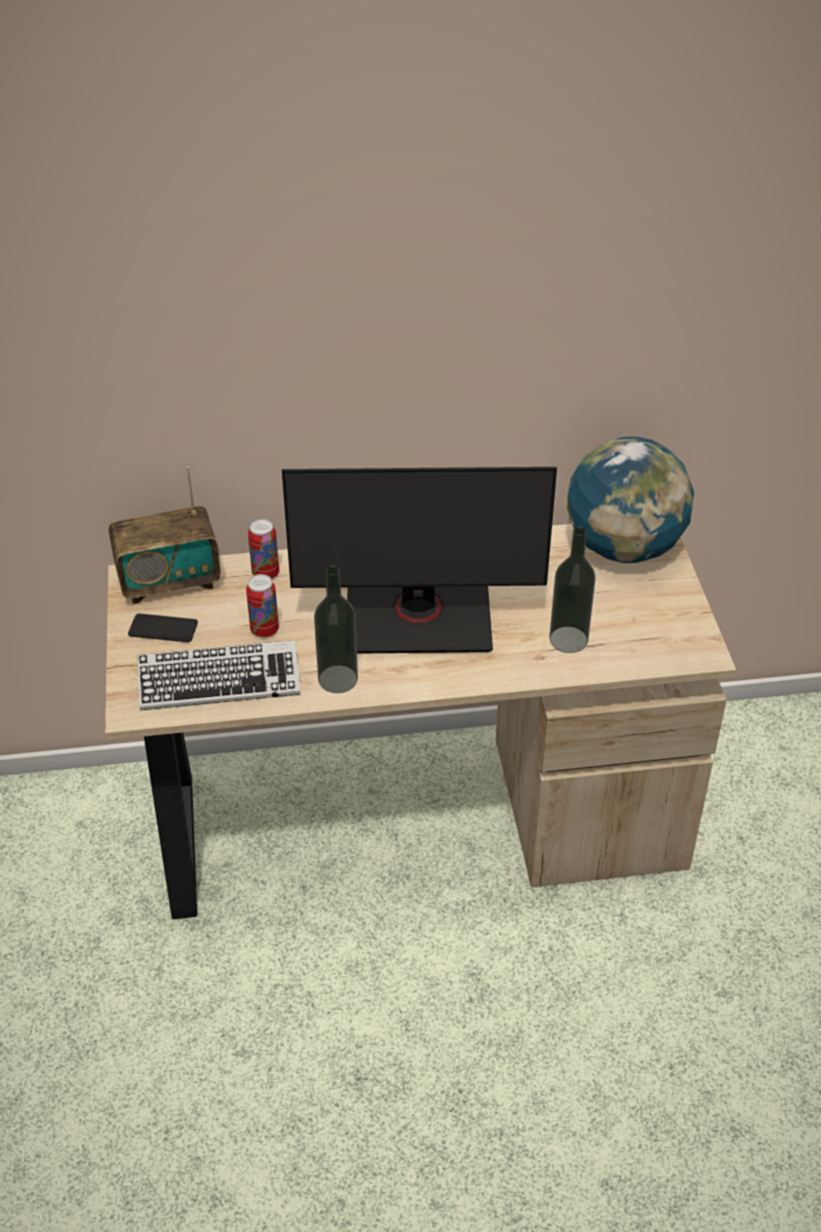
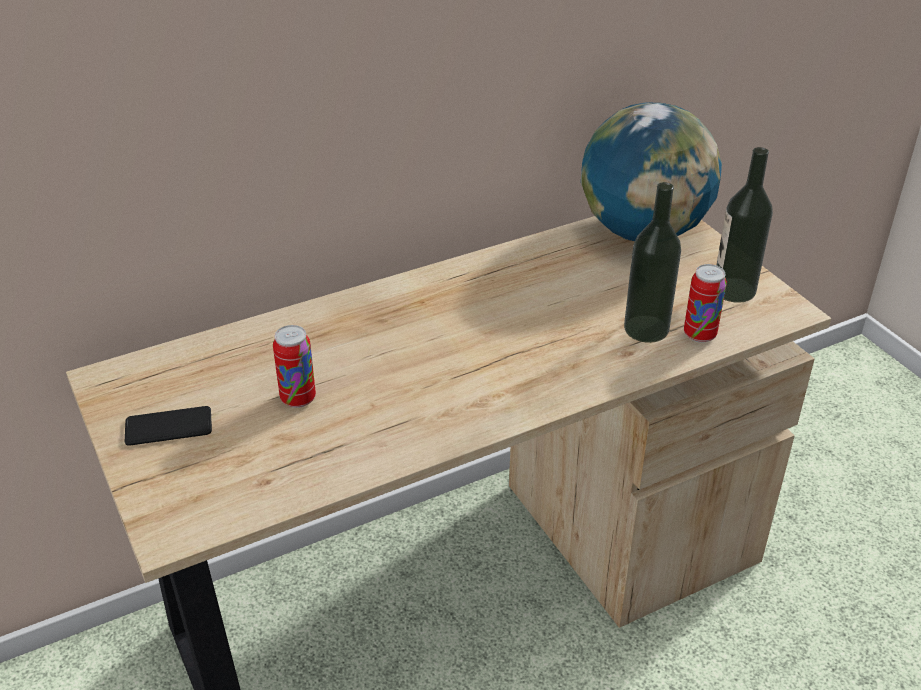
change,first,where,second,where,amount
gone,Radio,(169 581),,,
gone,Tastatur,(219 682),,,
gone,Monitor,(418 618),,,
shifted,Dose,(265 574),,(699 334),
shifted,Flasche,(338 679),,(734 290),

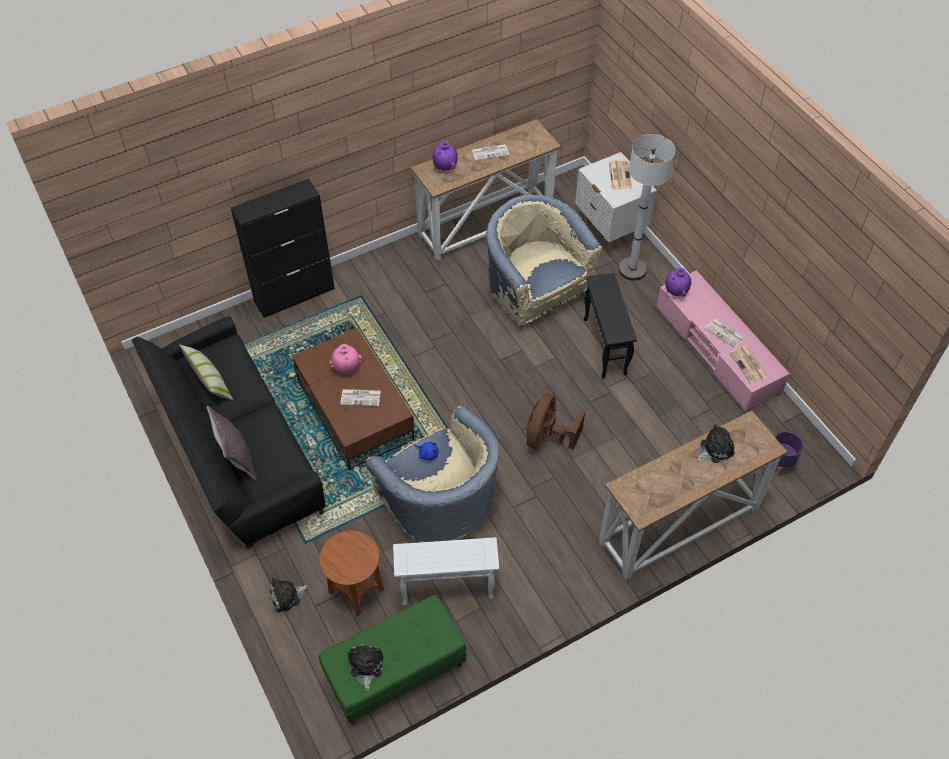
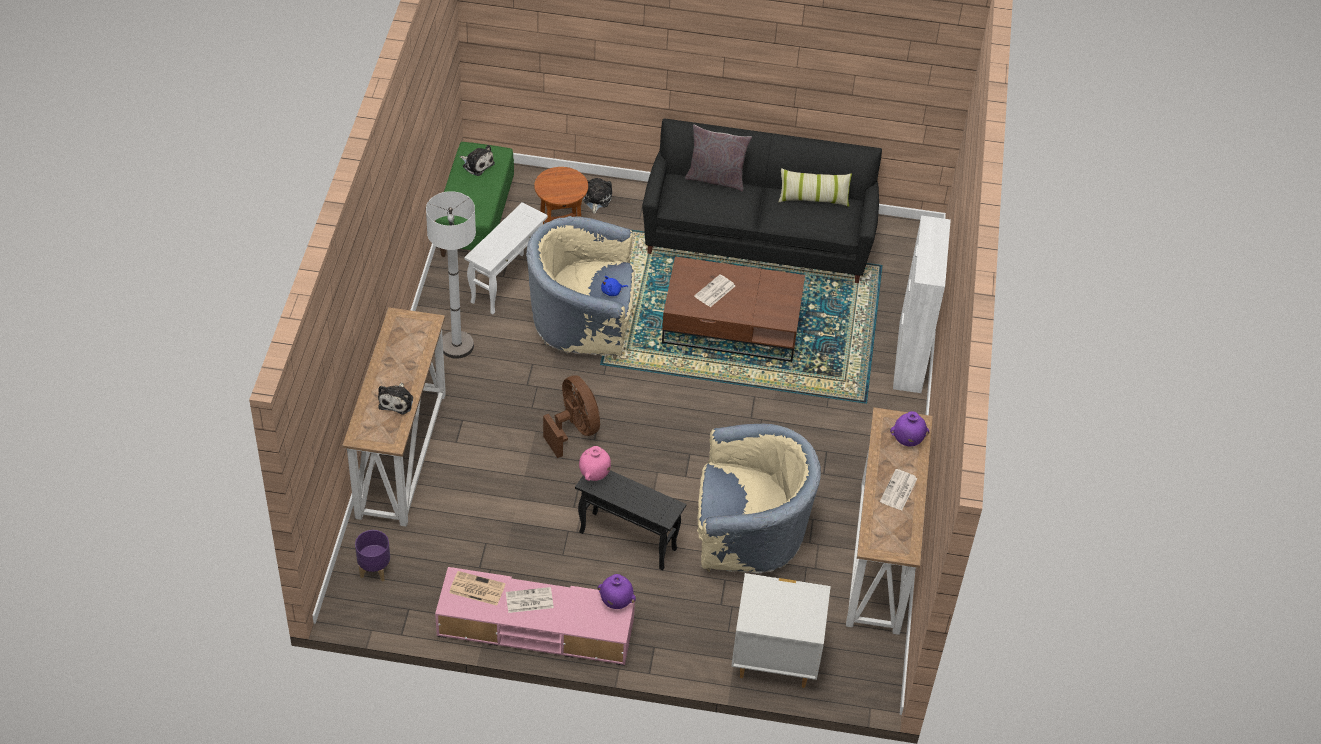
change,first,where,second,where,amount
gone,Zeitung,(619 175),,,
shifted,Vase/rosa,(347 368),,(594 475),
shifted,Stehlampe/weiß,(632 269),,(457 345),
repainted,Schrank/schwarz,(295 295),Schrank/weiß,(910 358),

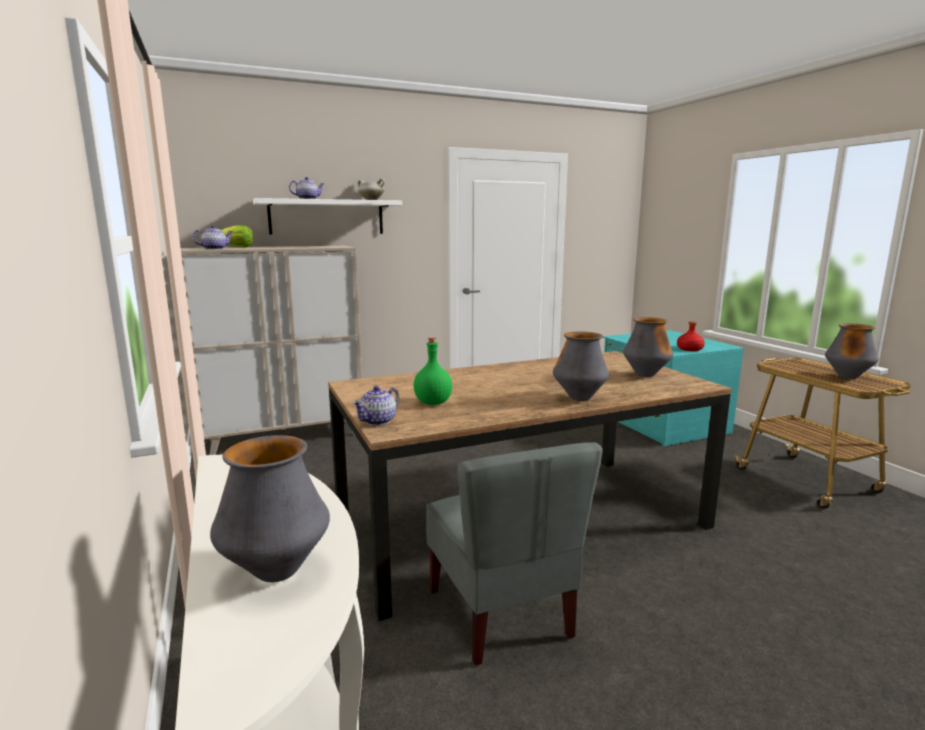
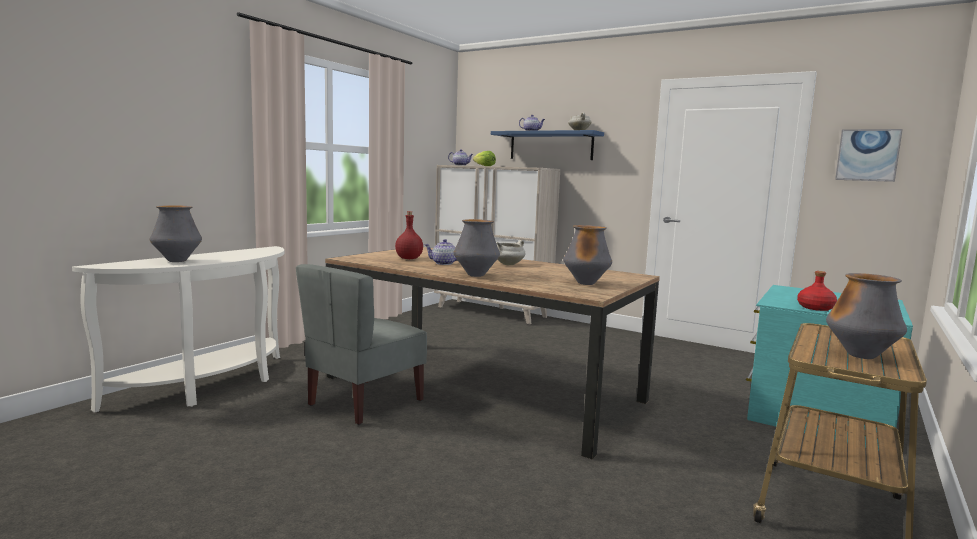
change,first,where,second,where,amount
new,,,Kochtopf/weiß,(508 264),
new,,,Bild,(867 155),
shifted,Teekanne,(378 421),,(444 263),
repainted,Wandregal/weiß,(327 217),Wandregal/blau,(551 146),
repainted,Flasche/grün,(432 403),Flasche/rot,(408 258),

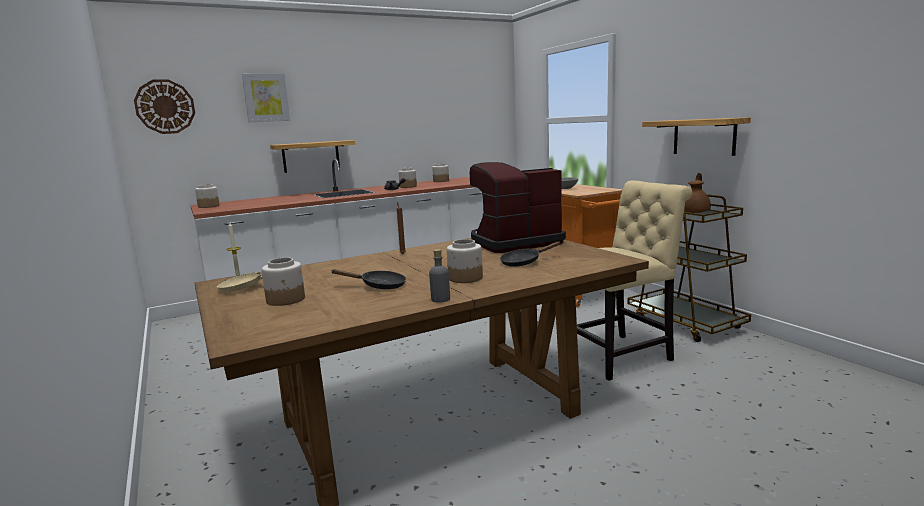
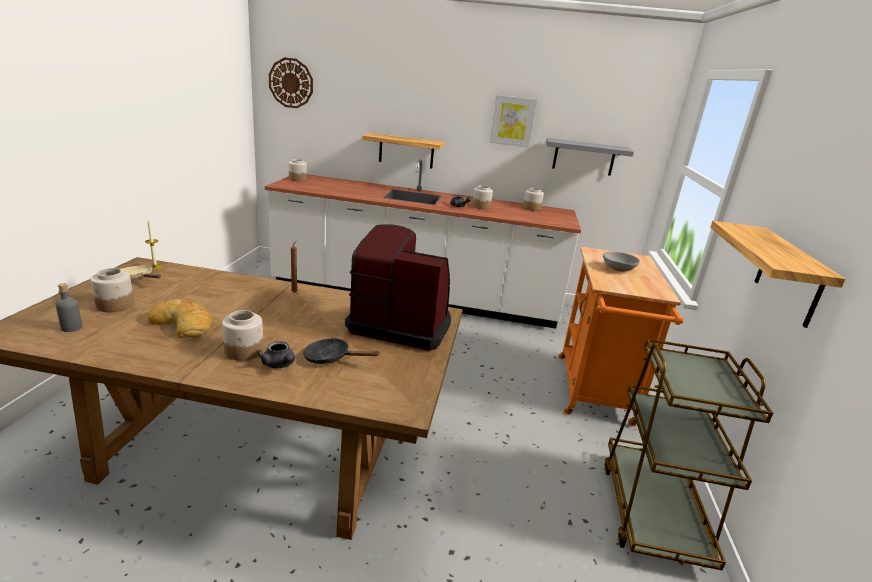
change,first,where,second,where,amount
gone,Stuhl/beige,(621 355),,,
gone,Teekanne/braun,(695 212),,,
new,,,Teekanne/grau,(280 365),
new,,,Wandregal/grau,(584 157),
shifted,Bild,(266 98),,(513 121),
shifted,Flasche/grau,(440 299),,(71 328),
swapped,Pfanne/schwarz,(379 286),Brot,(183 324),

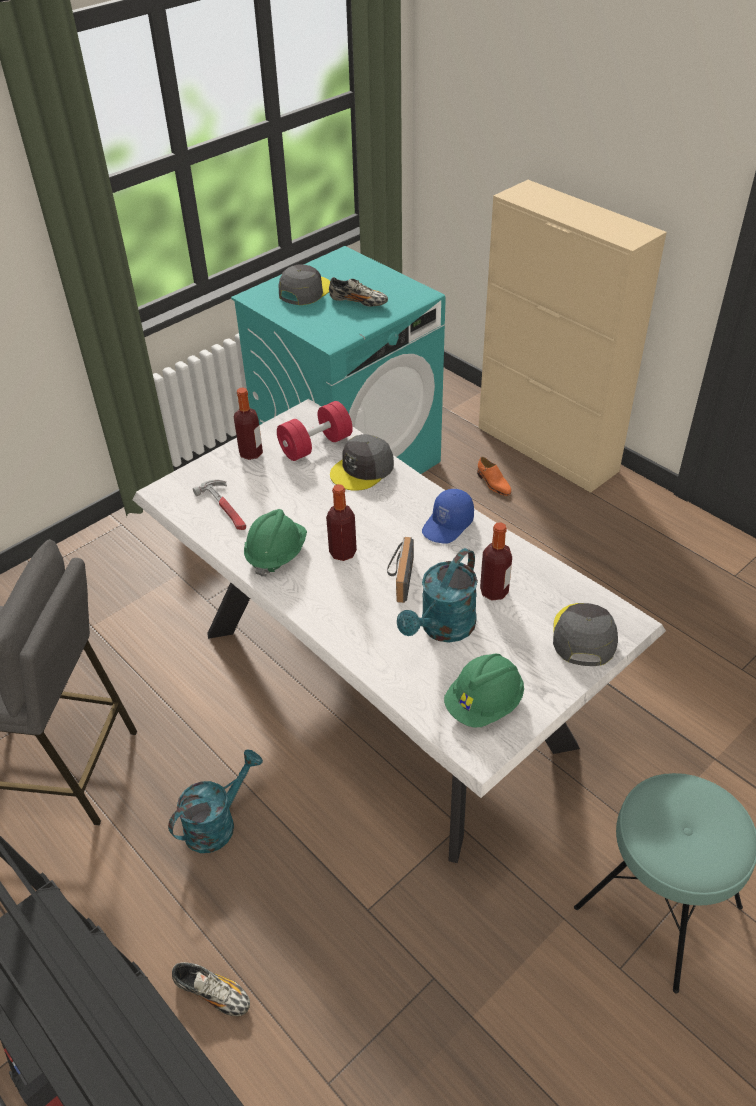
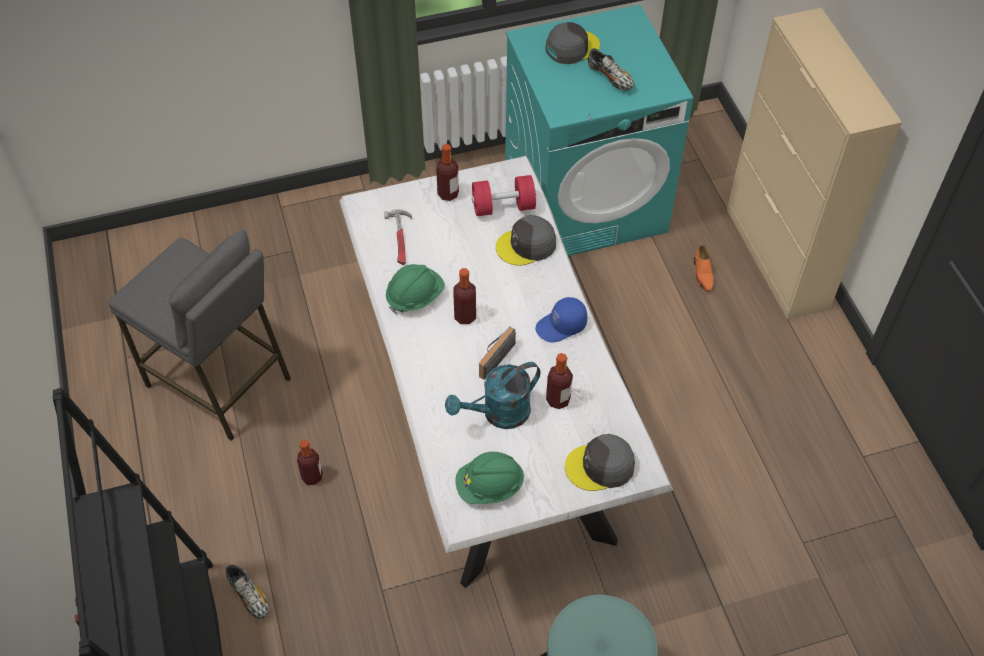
change,first,where,second,where,amount
swapped,Gießkanne/türkis,(217 823),Flasche,(312 477),
rotated,Kappe/grau,(583 636),,(600 466),135 degrees counterclockwise

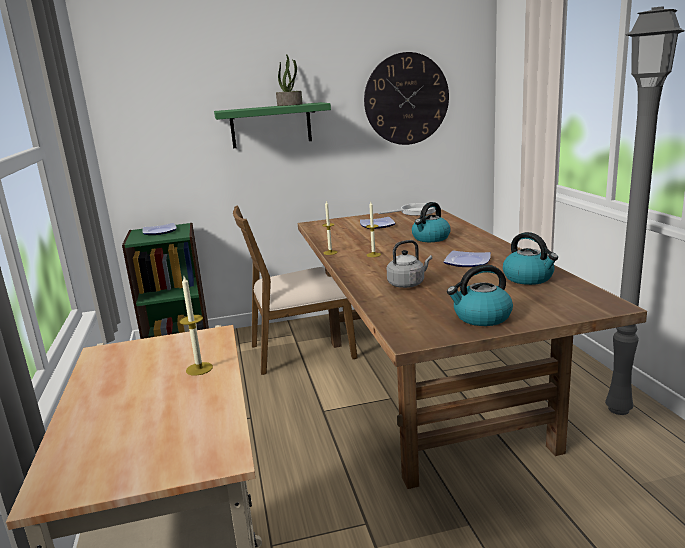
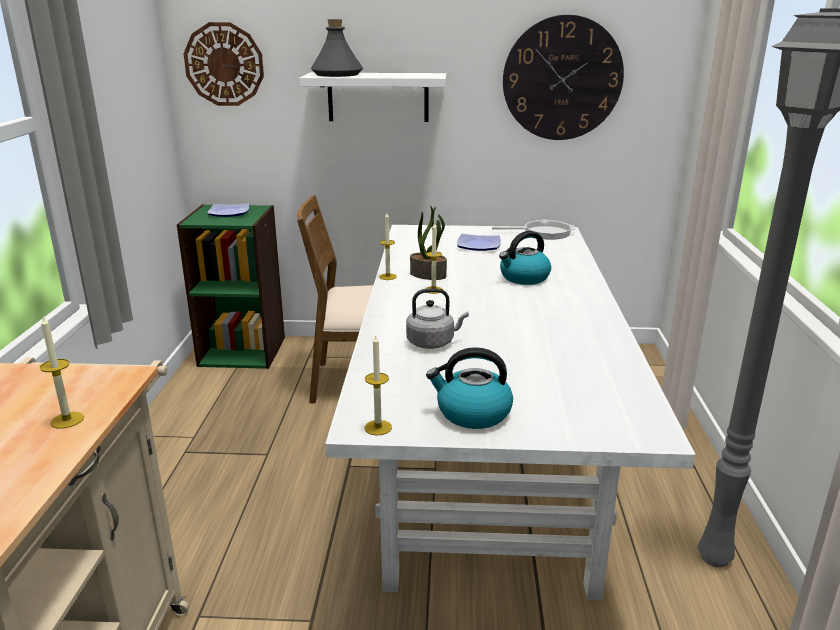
change,first,where,second,where,amount
gone,Teller,(466 262),,,
gone,Wasserkessel,(529 278),,,
new,,,Wanduhr,(224 64),
new,,,Flasche/grau,(337 74),
new,,,Kerze,(378 427),
shifted,Topfpflanze,(290 105),,(429 275),
repainted,Wandregal/grün,(271 125),Wandregal/weiß,(378 97),
repainted,Esstisch/braun,(424 386),Esstisch/weiß,(484 462),

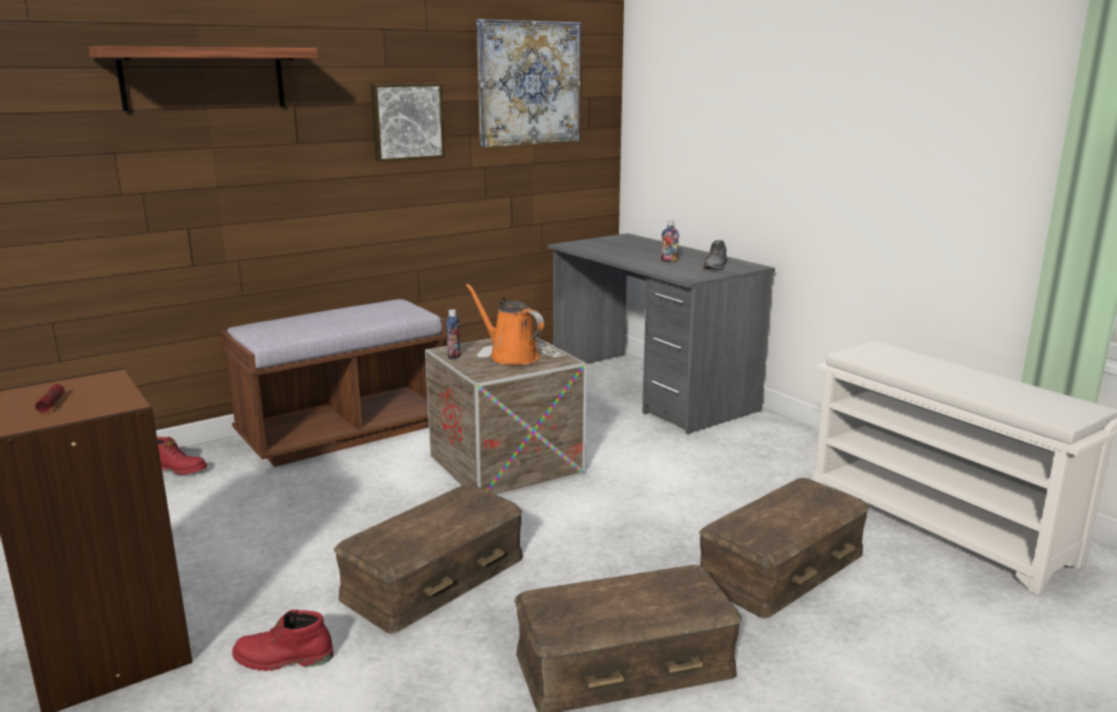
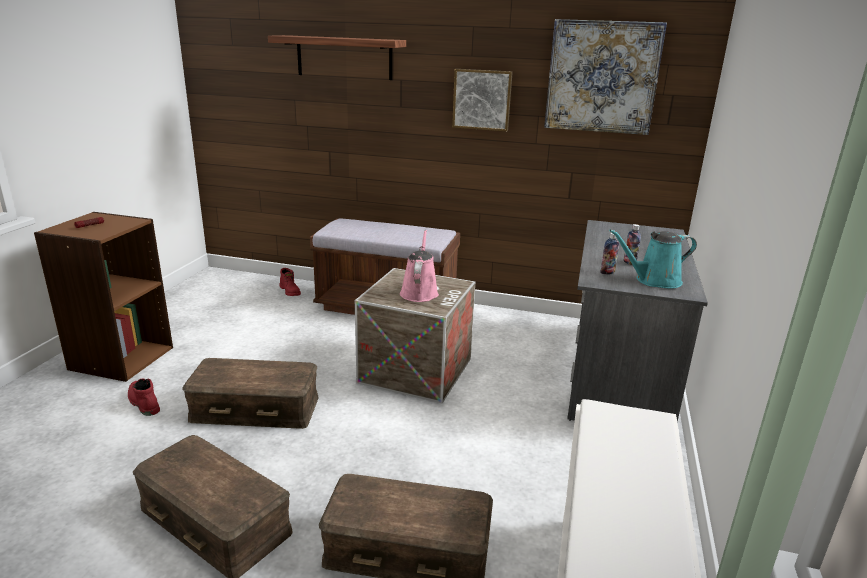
change,first,where,second,where,amount
shifted,Flasche,(454 356),,(607 272),
swapped,Schuh/grau,(716 266),Gießkanne/türkis,(654 281),
repainted,Gießkanne/orange,(510 356),Gießkanne/rosa,(419 292),

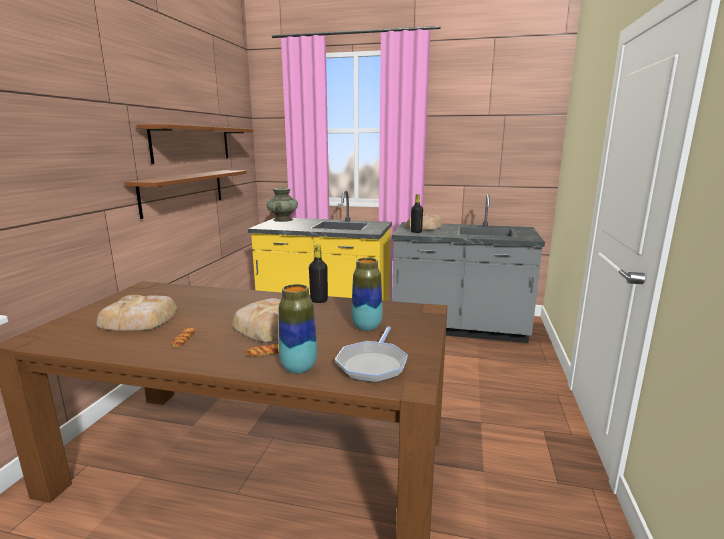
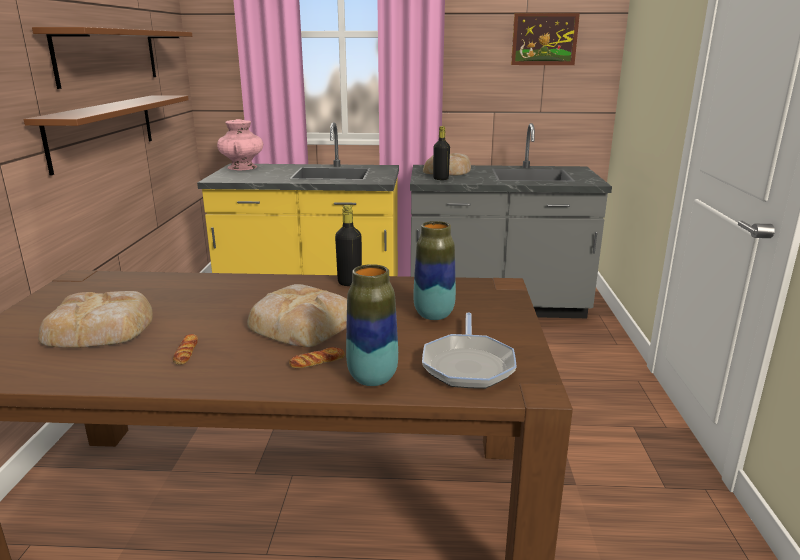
change,first,where,second,where,amount
new,,,Bild,(544 39),
repainted,Vase/türkis,(283 220),Vase/rosa,(242 167),

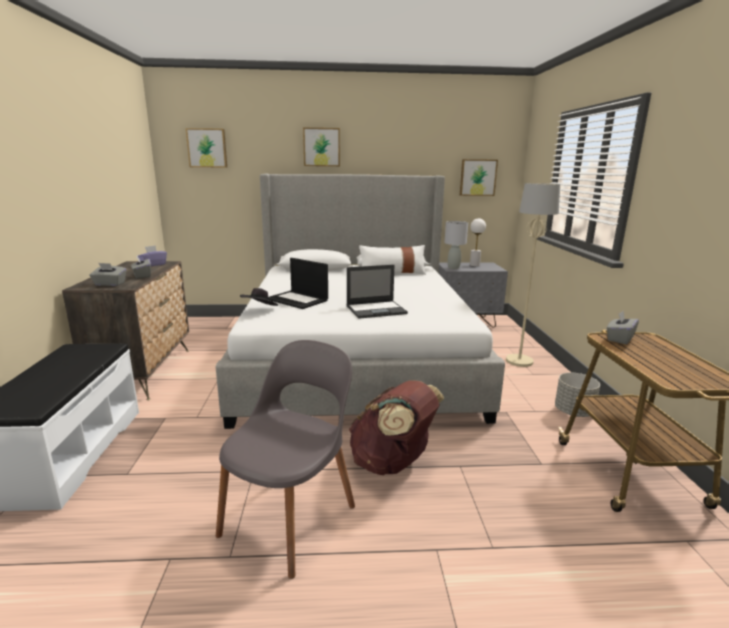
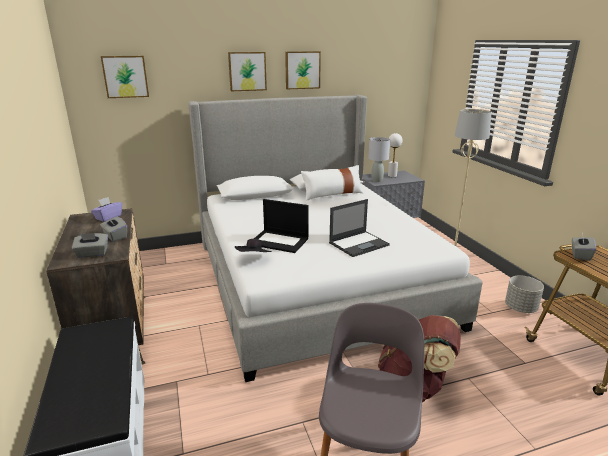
change,first,where,second,where,amount
shifted,Bild,(477 177),,(302 70),

